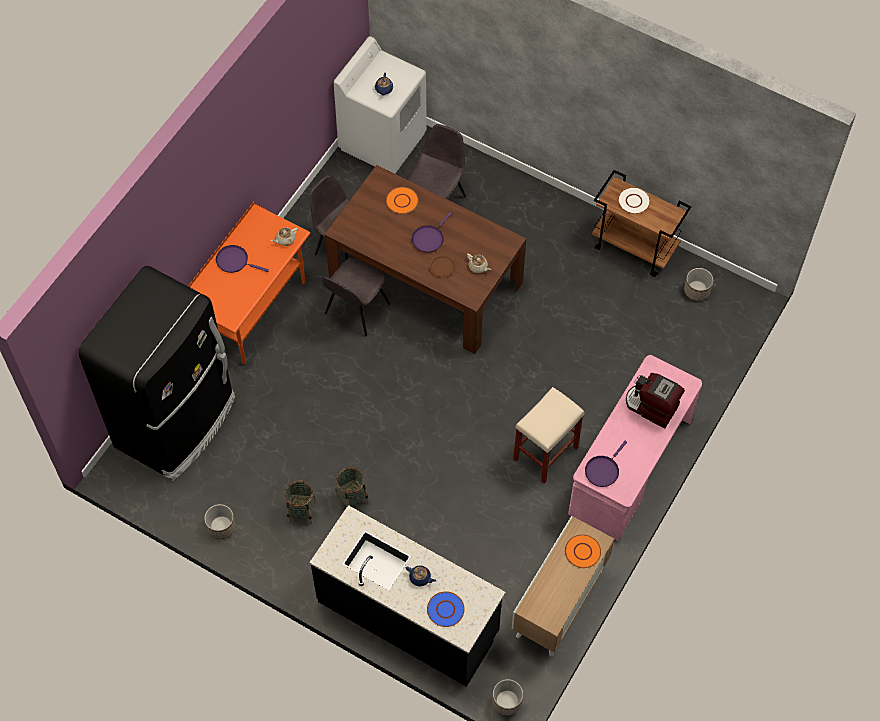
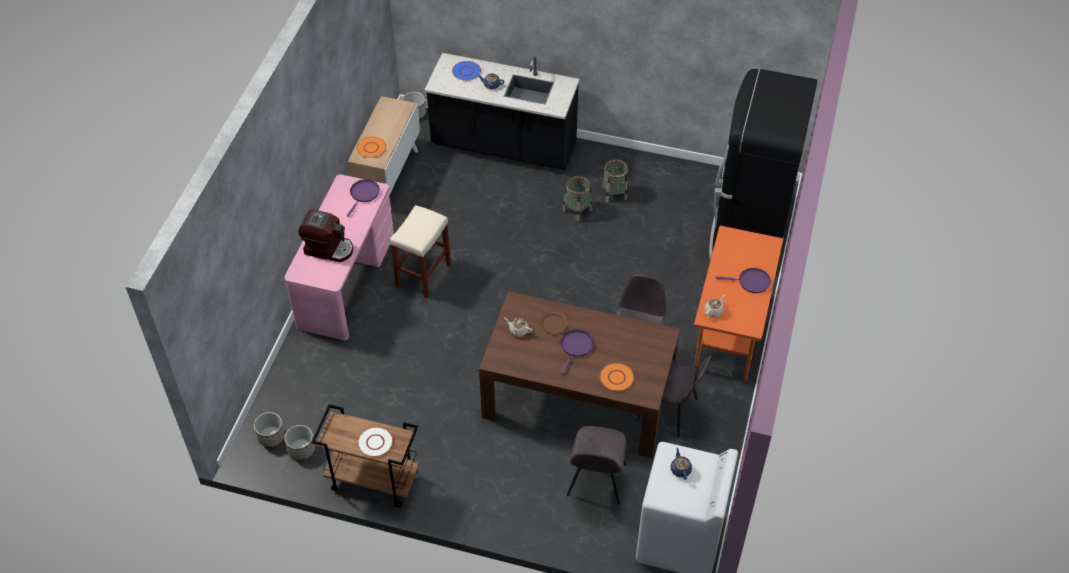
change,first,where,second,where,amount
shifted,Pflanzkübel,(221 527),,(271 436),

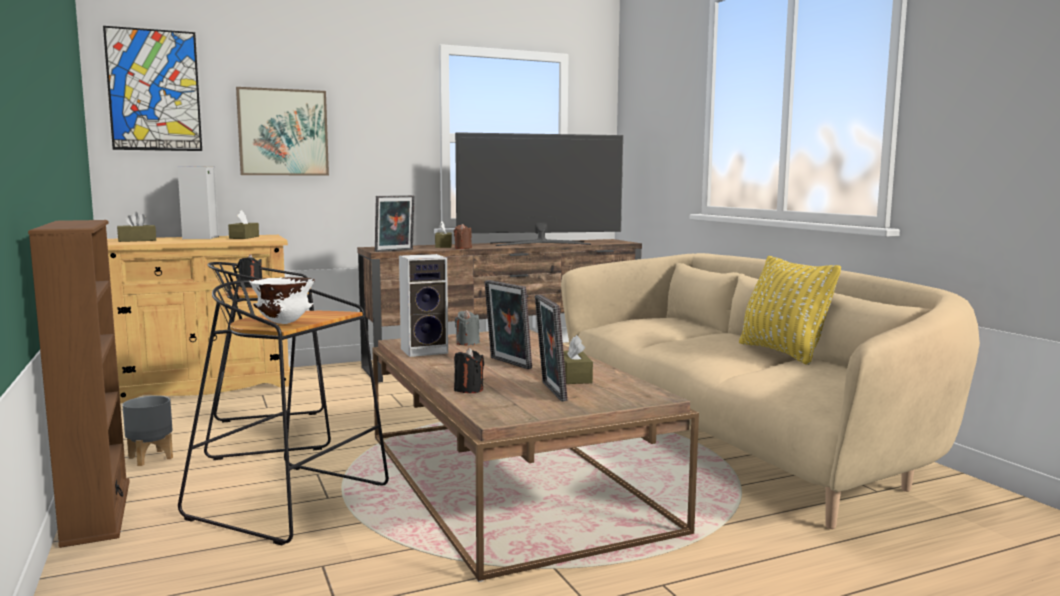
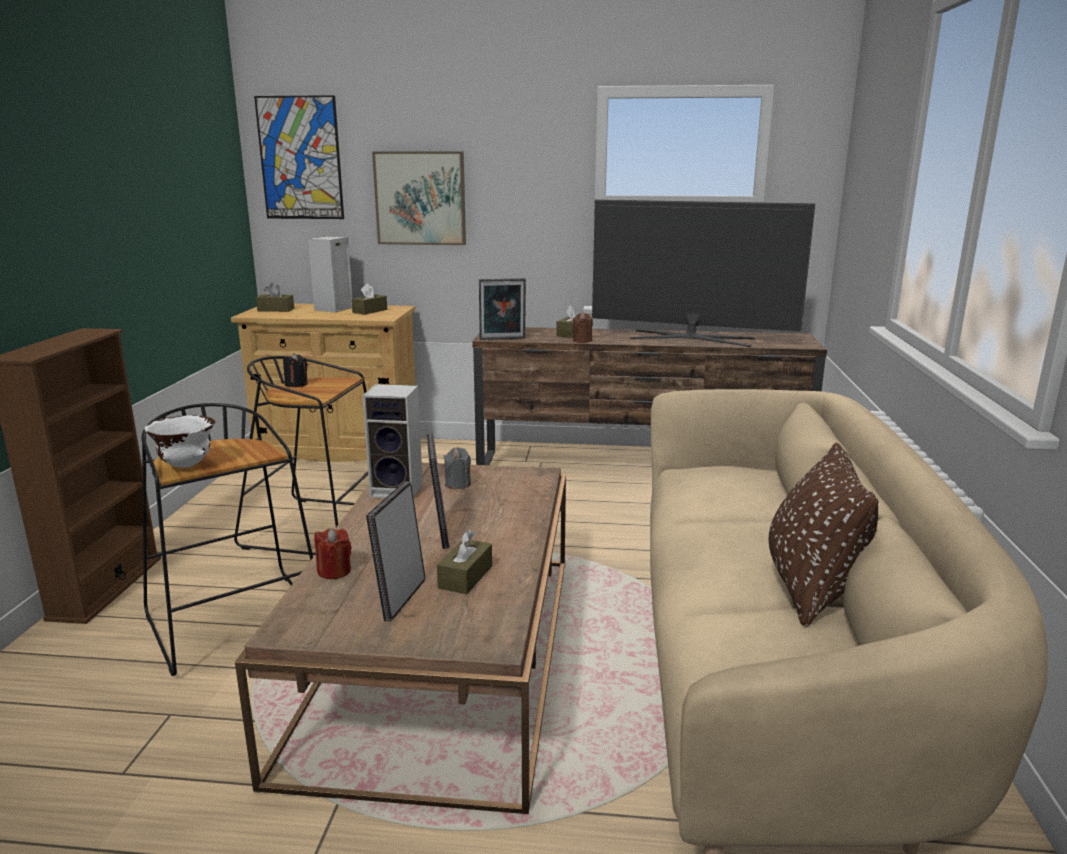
change,first,where,second,where,amount
gone,Pflanzkübel/grau,(150 457),,,
repainted,Kerze/schwarz,(468 389),Kerze/rot,(334 571),
repainted,Kissen/gelb,(783 352),Kissen/braun,(811 589),

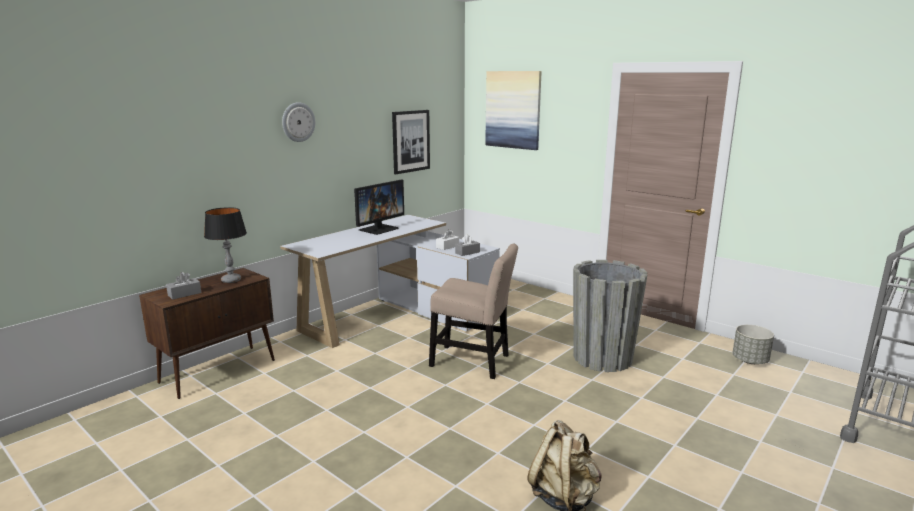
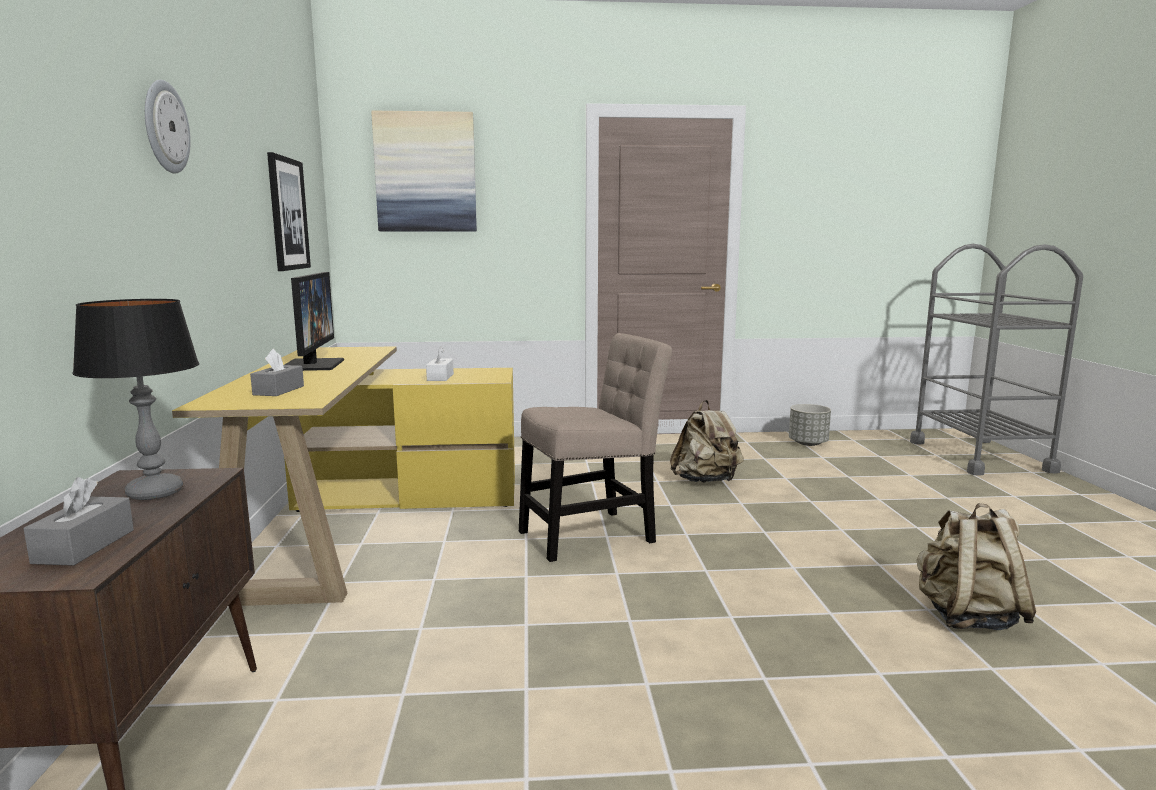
change,first,where,second,where,amount
shifted,Taschentuchbox/grau,(467 252),,(278 390),
swapped,Pflanzkübel/grau,(602 358),Rucksack/beige,(706 481),
repainted,Schreibtisch/weiß,(397 315),Schreibtisch/gelb,(366 522),

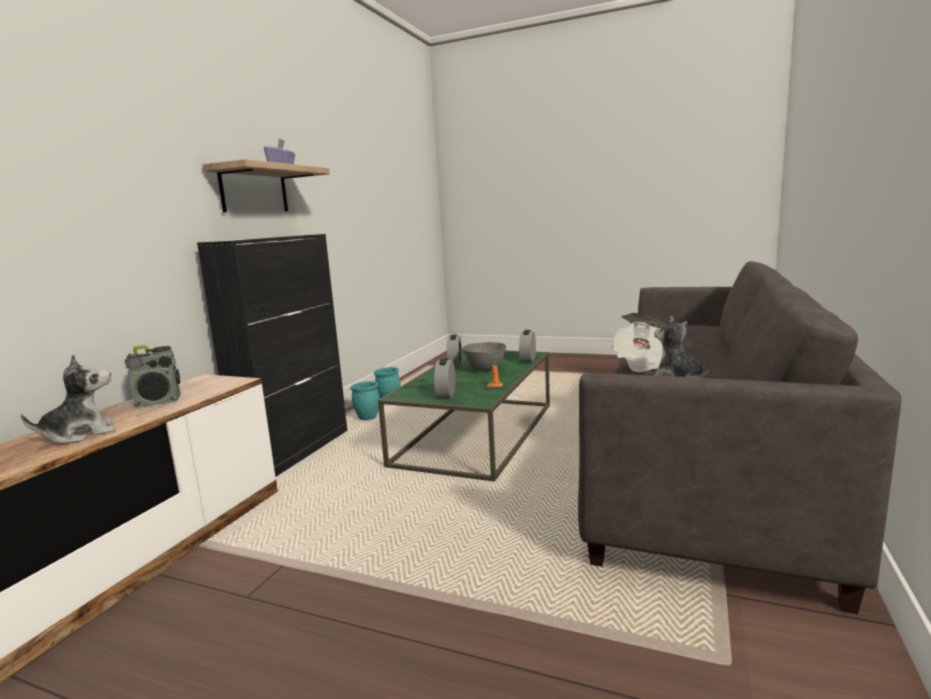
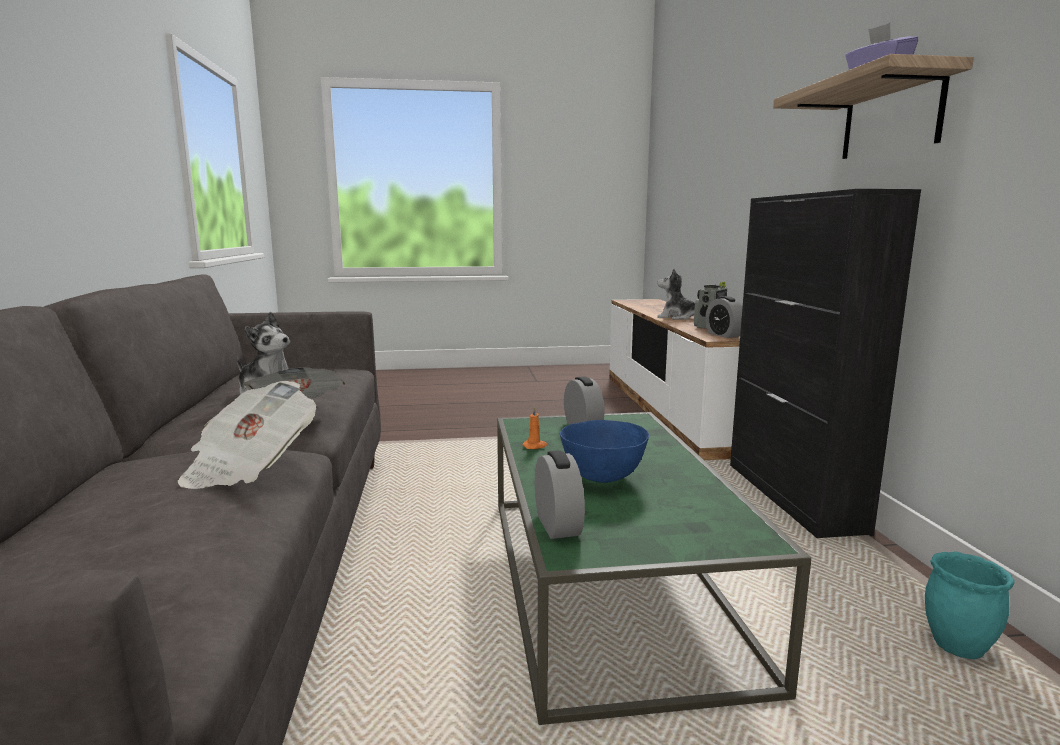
change,first,where,second,where,amount
gone,Pflanzkübel/türkis,(368 418),,,
shifted,Wecker,(455 364),,(723 335),
repainted,Schüssel/grau,(485 370),Schüssel/blau,(602 478),
rotated,Plüschtier,(80 434),,(676 317),90 degrees clockwise

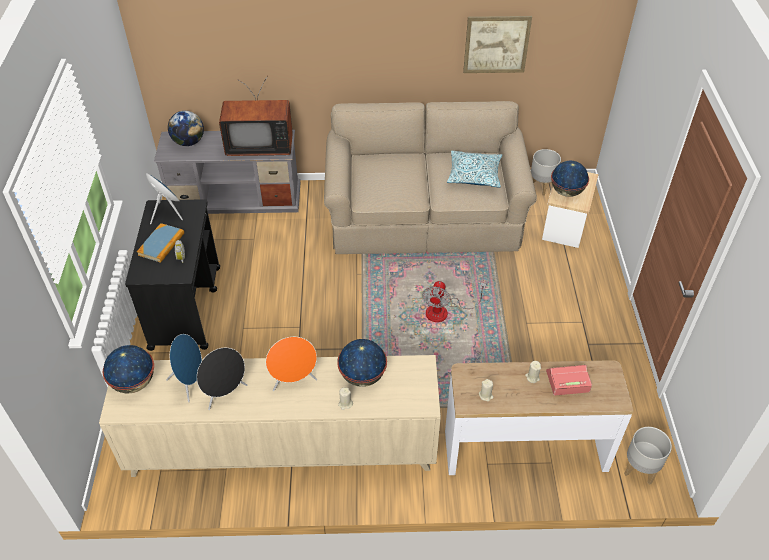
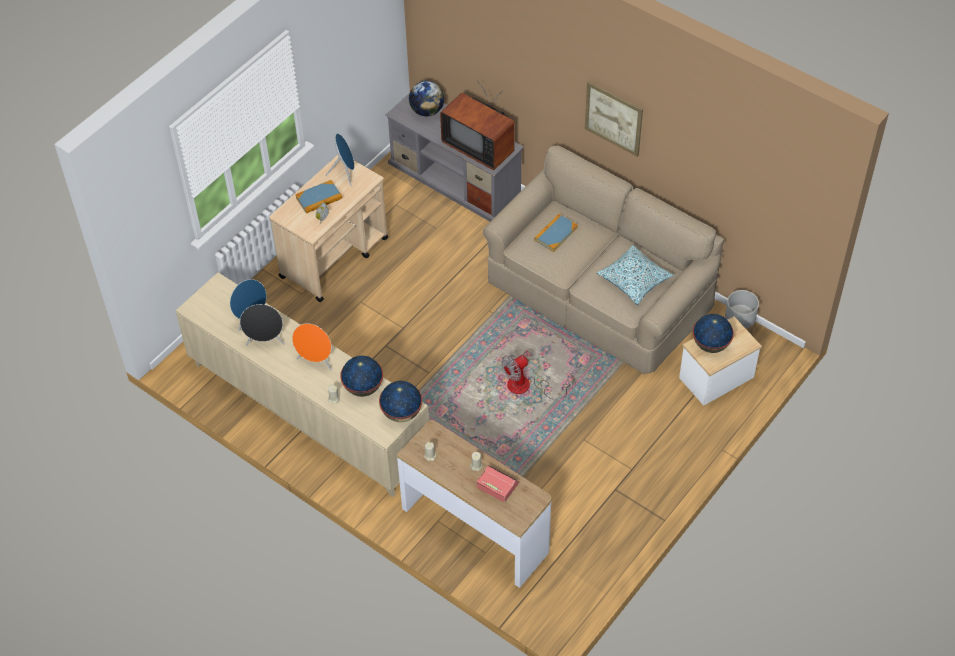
change,first,where,second,where,amount
gone,Pflanzkübel/grau,(640 469),,,
new,,,Buch,(556 234),
shifted,Globus,(134 383),,(402 413),
shifted,Bild,(496 44),,(613 118),
repainted,Rollwagen/schwarz,(186 306),Rollwagen/beige,(335 257),

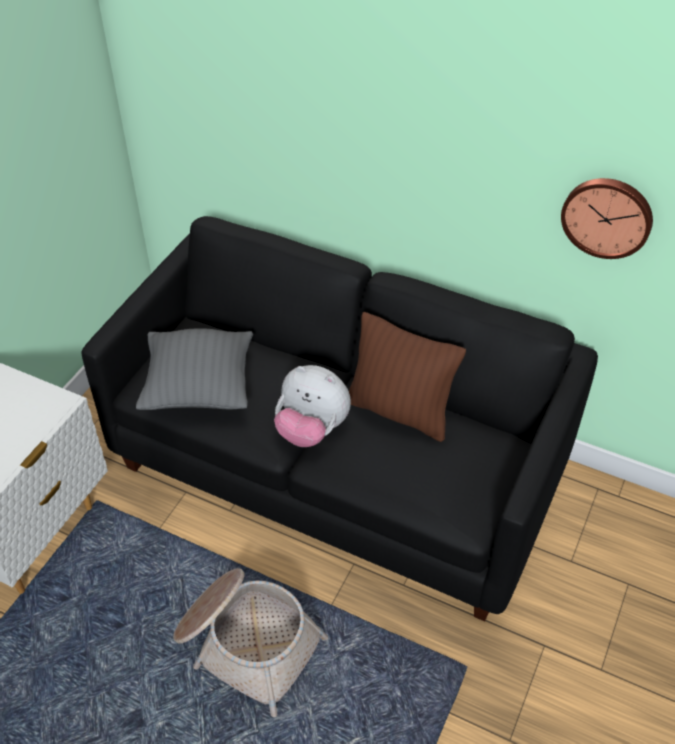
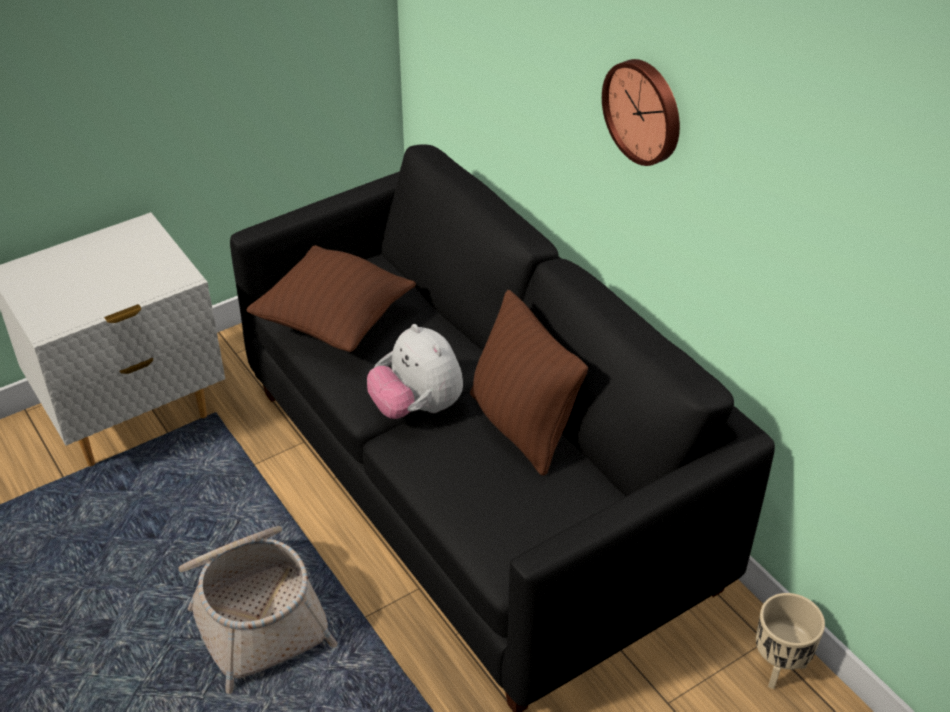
change,first,where,second,where,amount
new,,,Pflanzkübel/beige,(779 667),
shifted,Wanduhr,(607 216),,(644 111),
repainted,Kissen/grau,(199 389),Kissen/braun,(334 323),

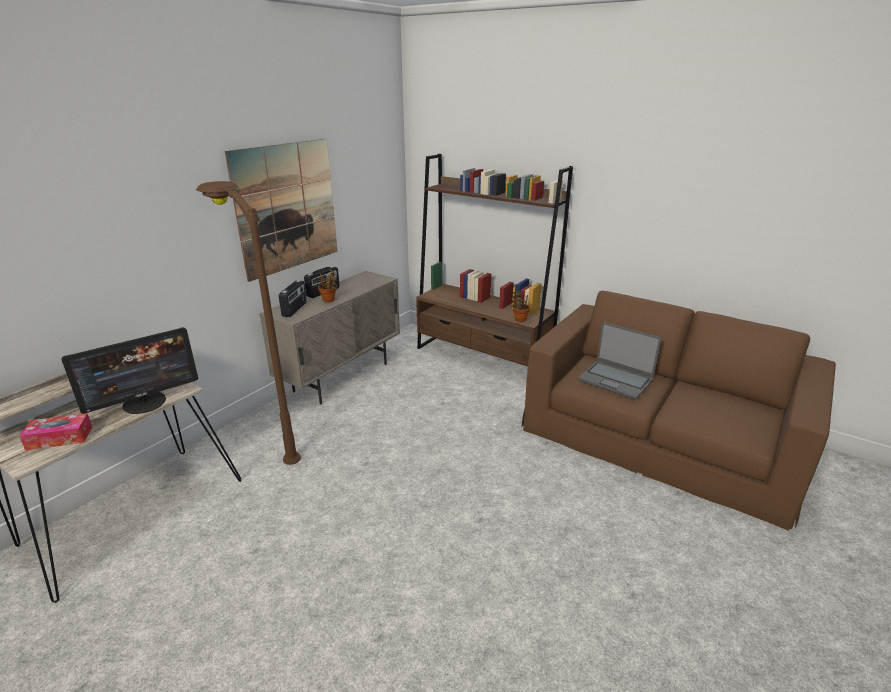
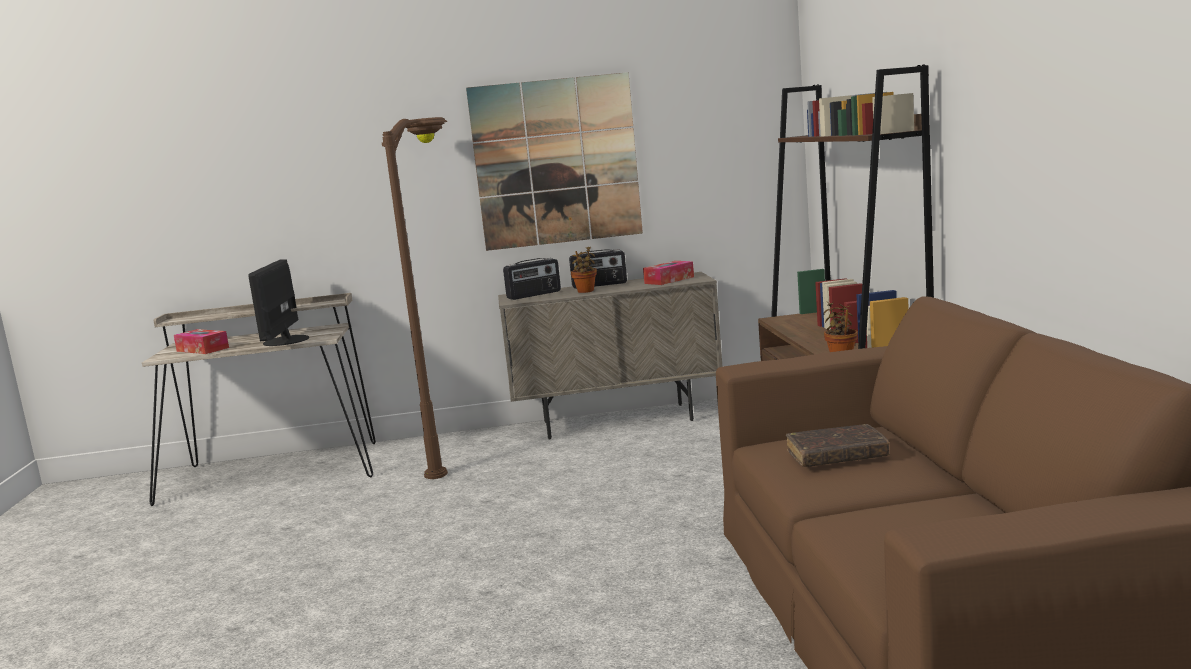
change,first,where,second,where,amount
new,,,Taschentuchbox,(669 280),
swapped,Laptop,(615 380),Buch/braun,(836 456),
rotated,Monitor,(145 402),,(285 341),75 degrees clockwise

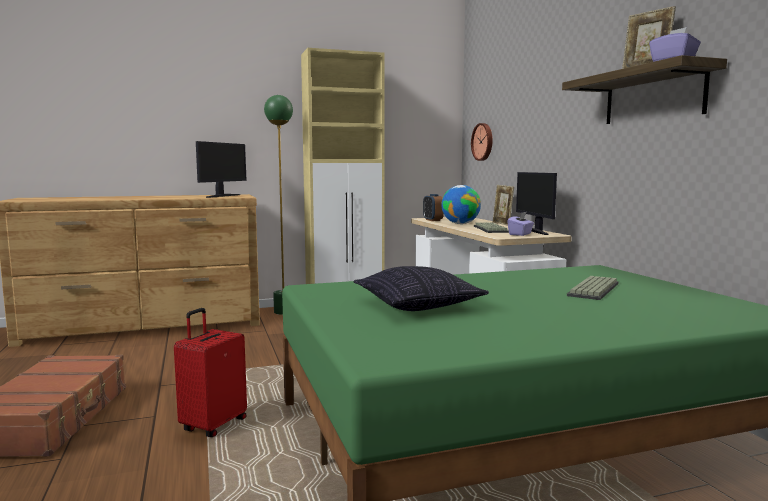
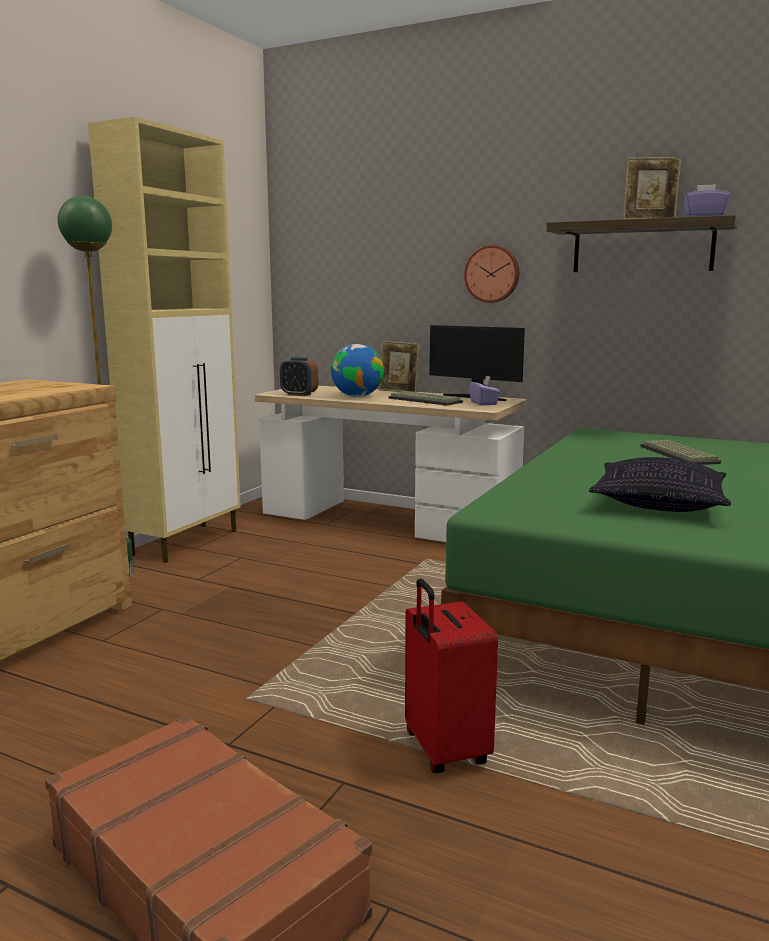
change,first,where,second,where,amount
gone,Monitor,(222 196),,,
shifted,Wanduhr,(483 142),,(492 274),

